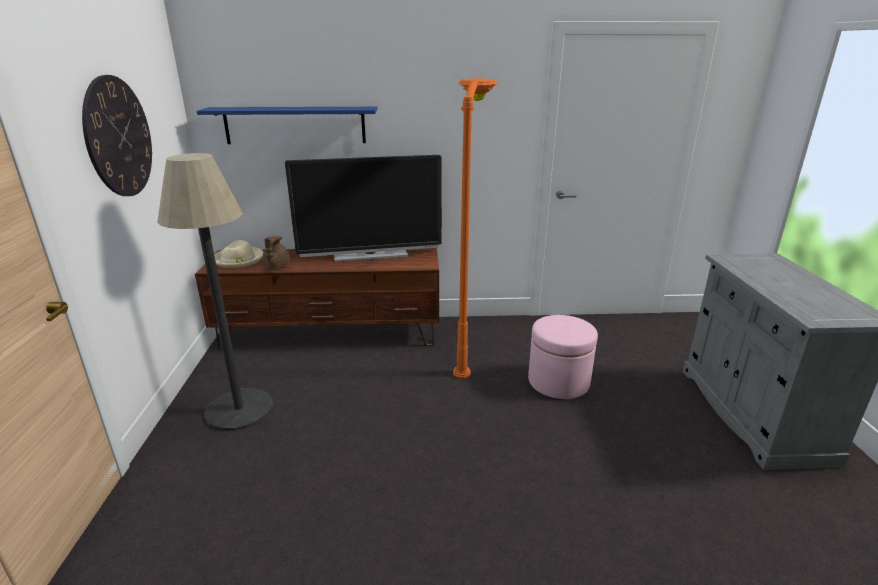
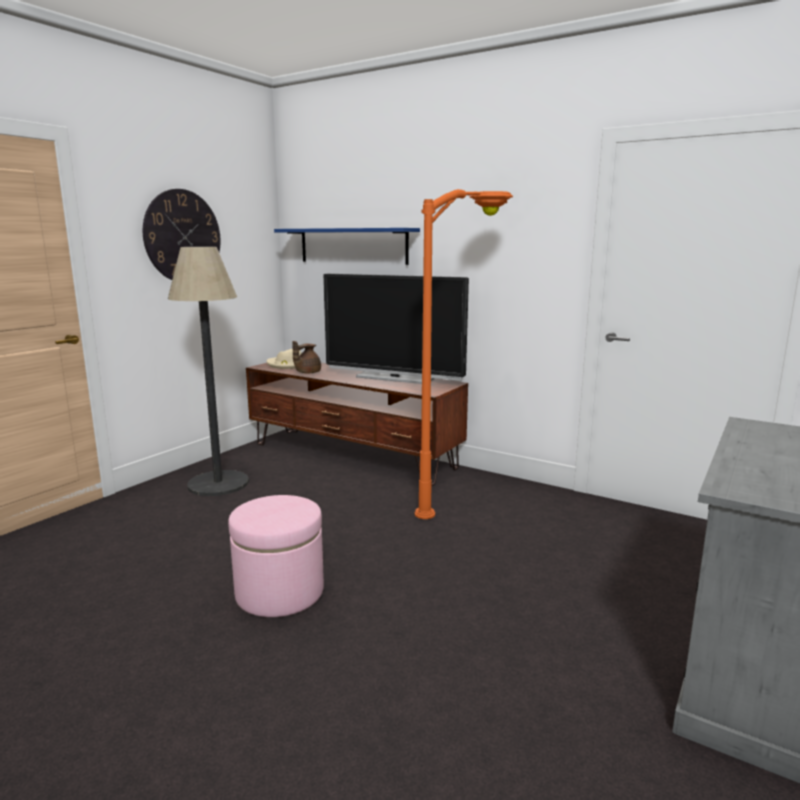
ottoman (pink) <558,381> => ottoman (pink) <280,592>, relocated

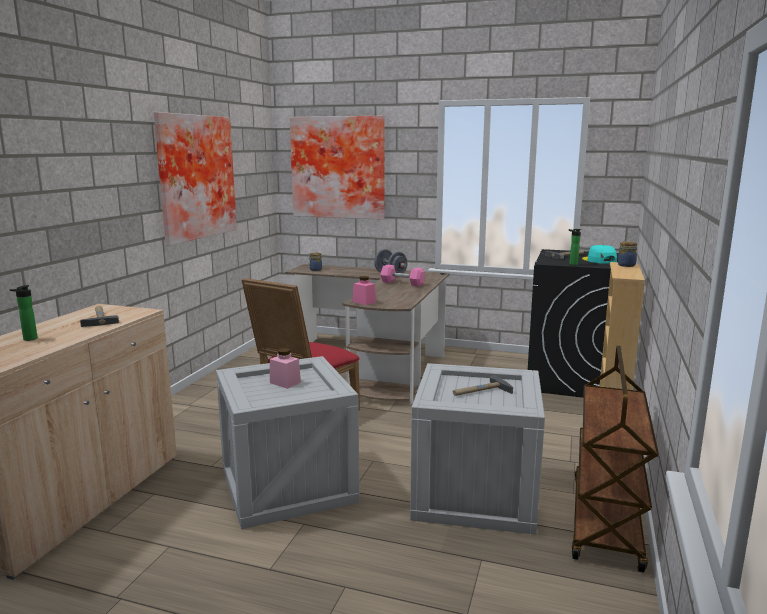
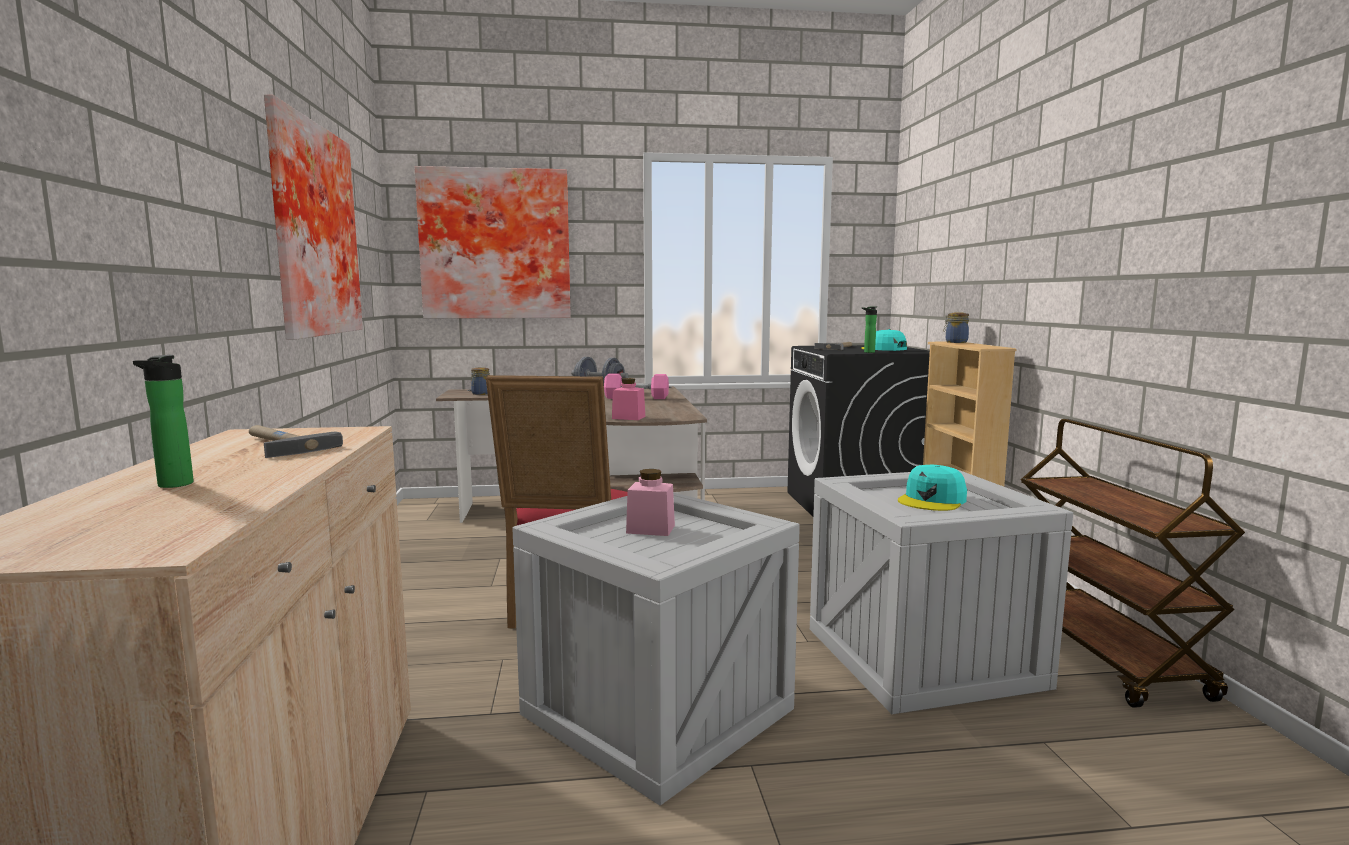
hammer <480,391> => cap (turquoise) <932,500>

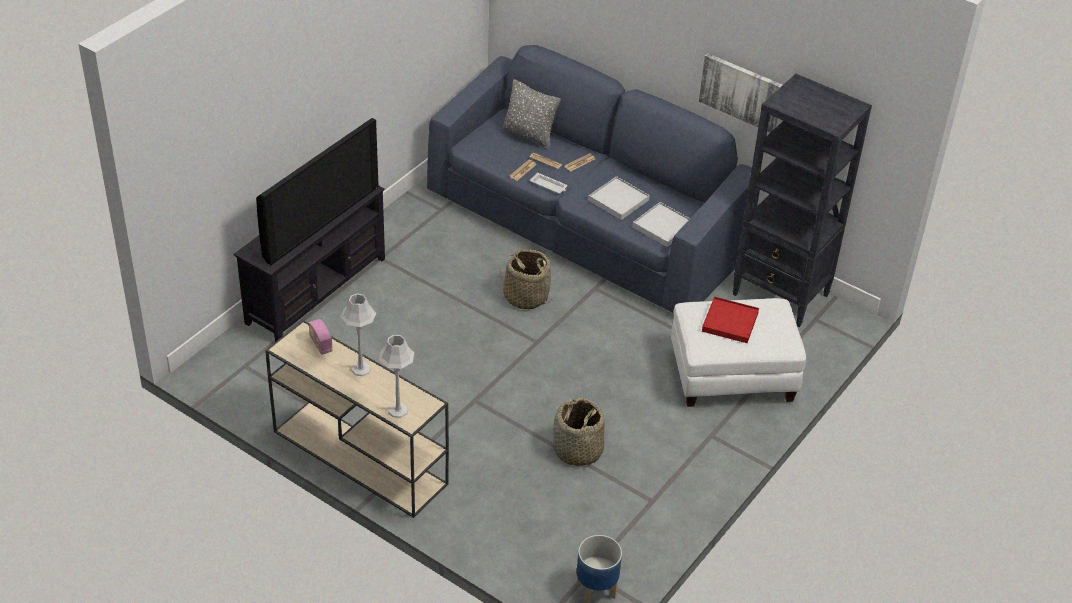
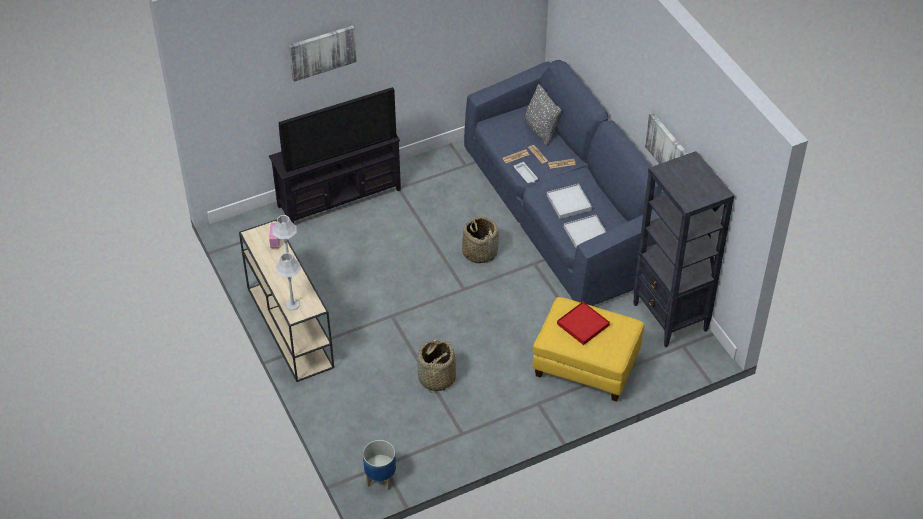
nothing => picture <322,52>
ottoman (white) <731,376> => ottoman (yellow) <585,365>

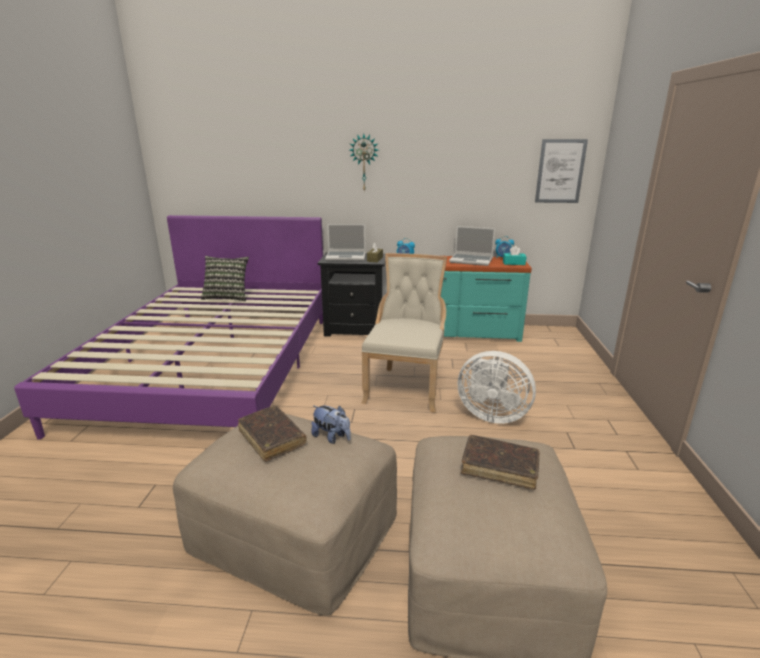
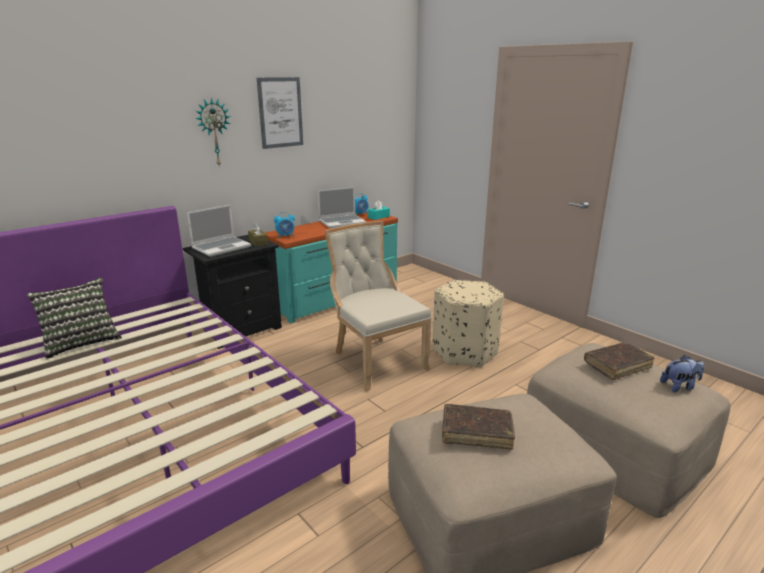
picture <560,171> => picture <280,112>, relocated
fan (white) <491,414> => ottoman (beige) <465,351>
plush toy <332,437> => plush toy <680,386>, relocated

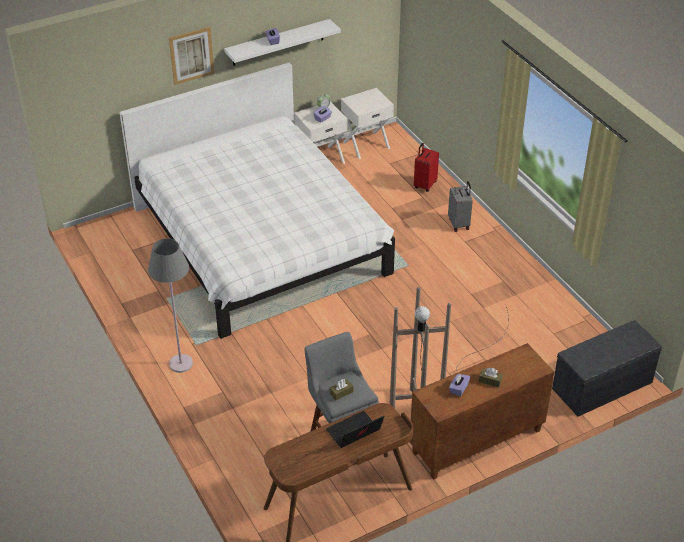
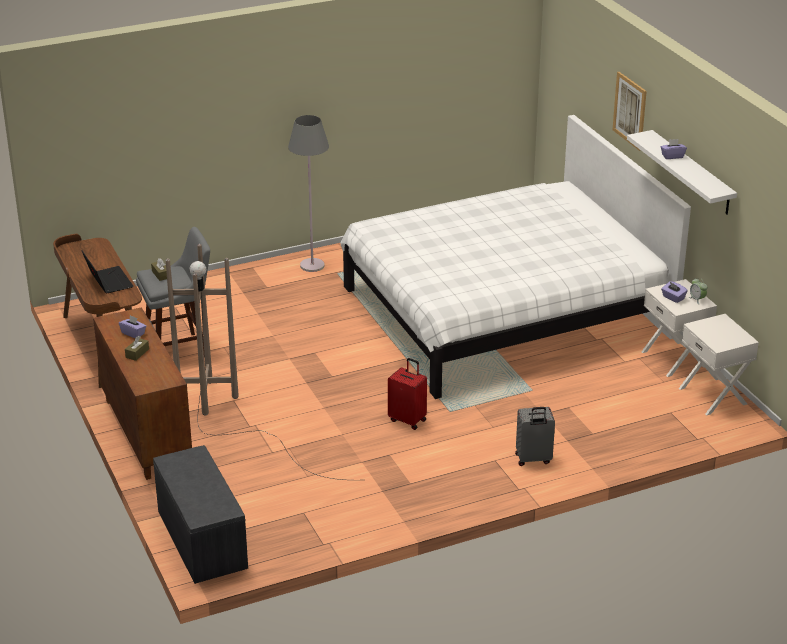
suitcase (red) <424,185> => suitcase (red) <408,420>, relocated

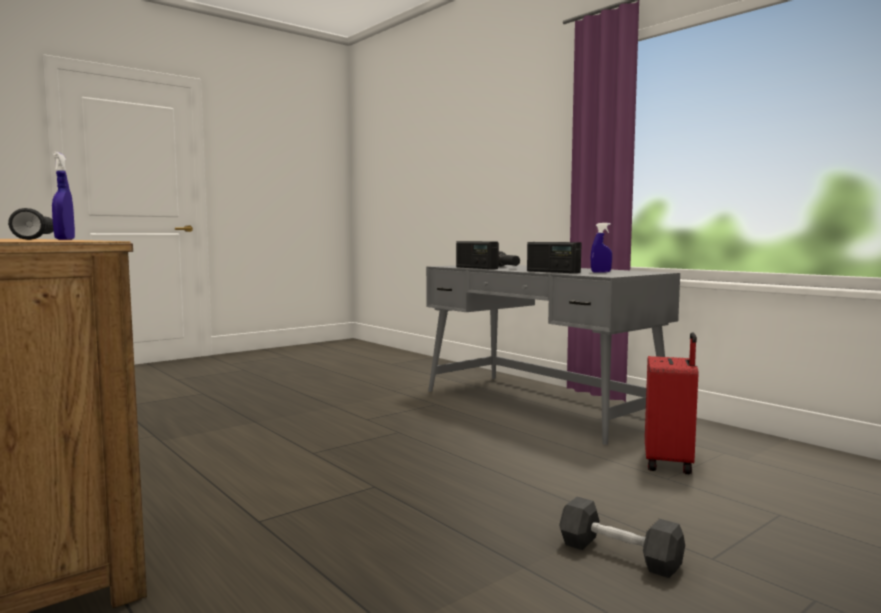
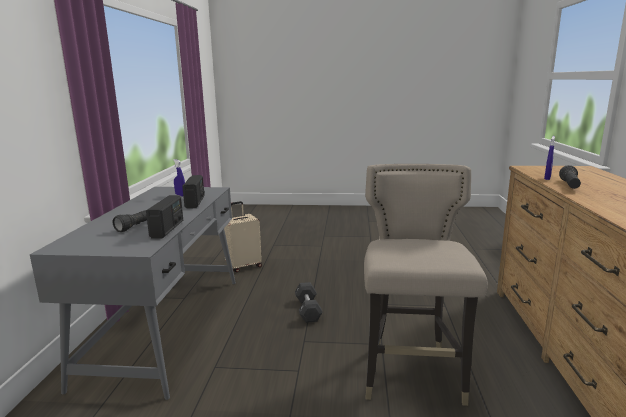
suitcase (red) <670,463> => suitcase (beige) <243,266>
dumbbell (black) <619,555> => dumbbell (black) <308,310>, relocated
nothing => stool (beige) <412,375>

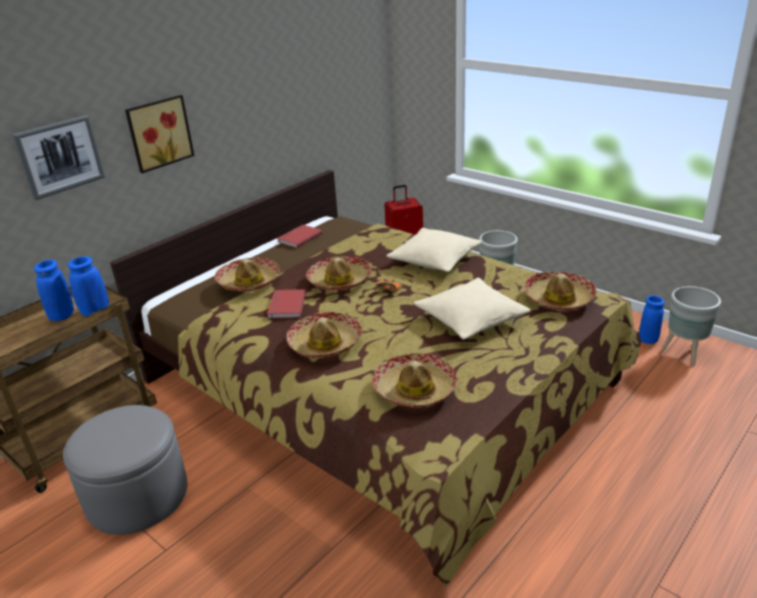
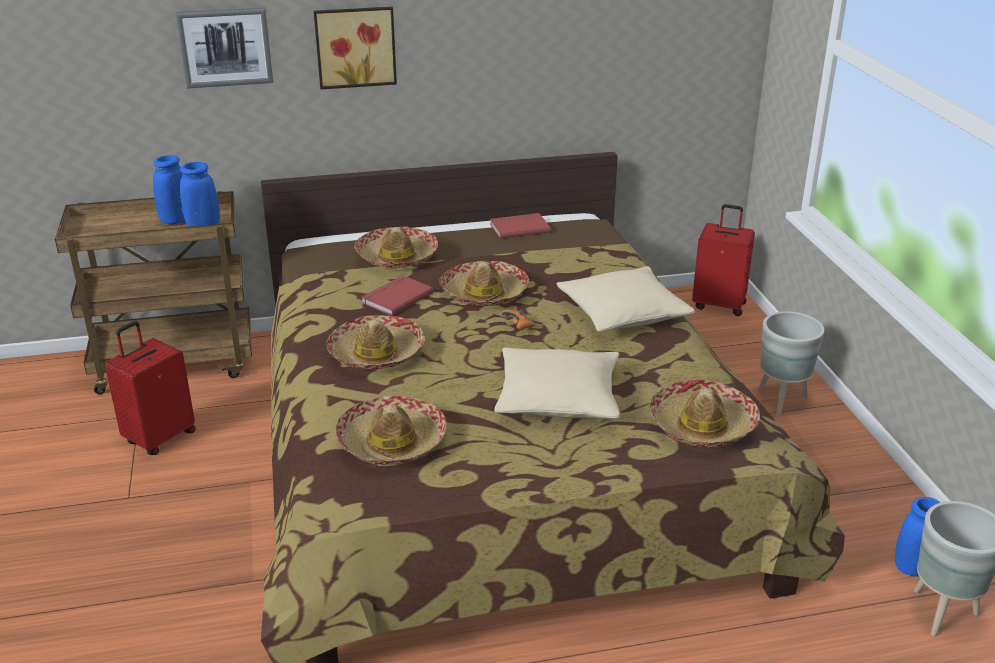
ottoman (grey) <137,495> => suitcase (red) <159,437>

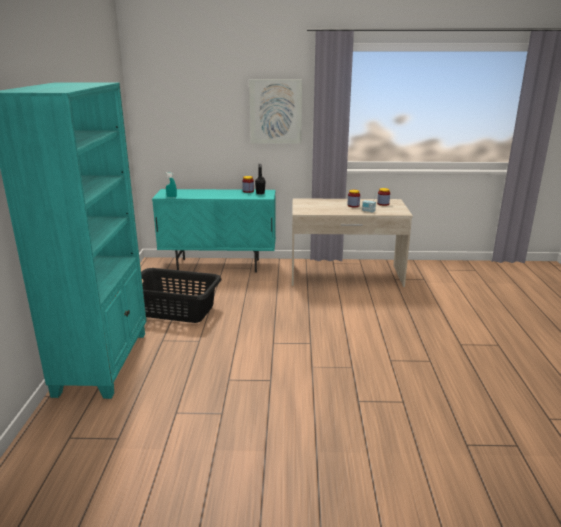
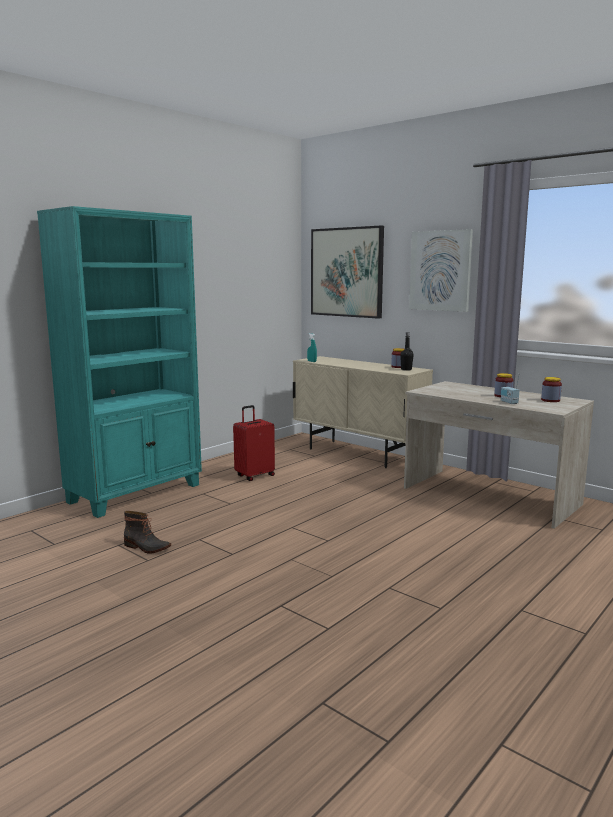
nothing => boot <146,547>
laundry basket (black) <175,310> => suitcase (red) <254,476>
cabinet (turquoise) <219,266> => cabinet (beige) <358,454>
nothing => picture <347,272>

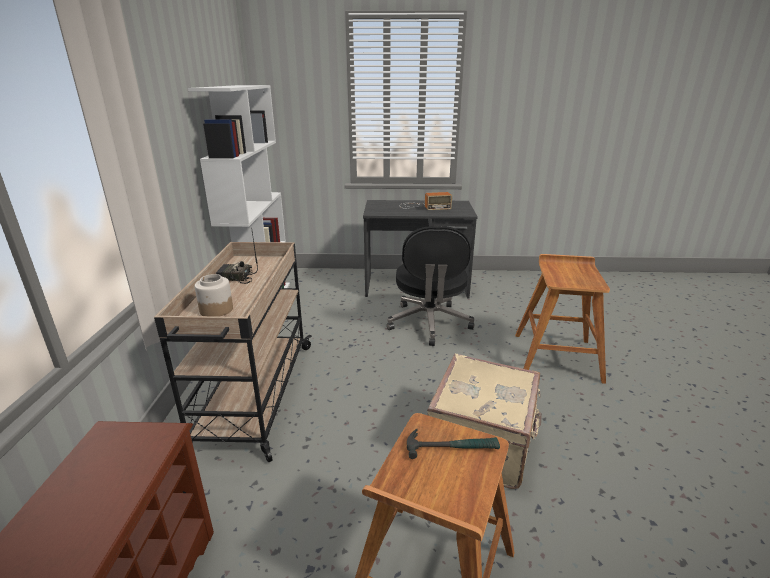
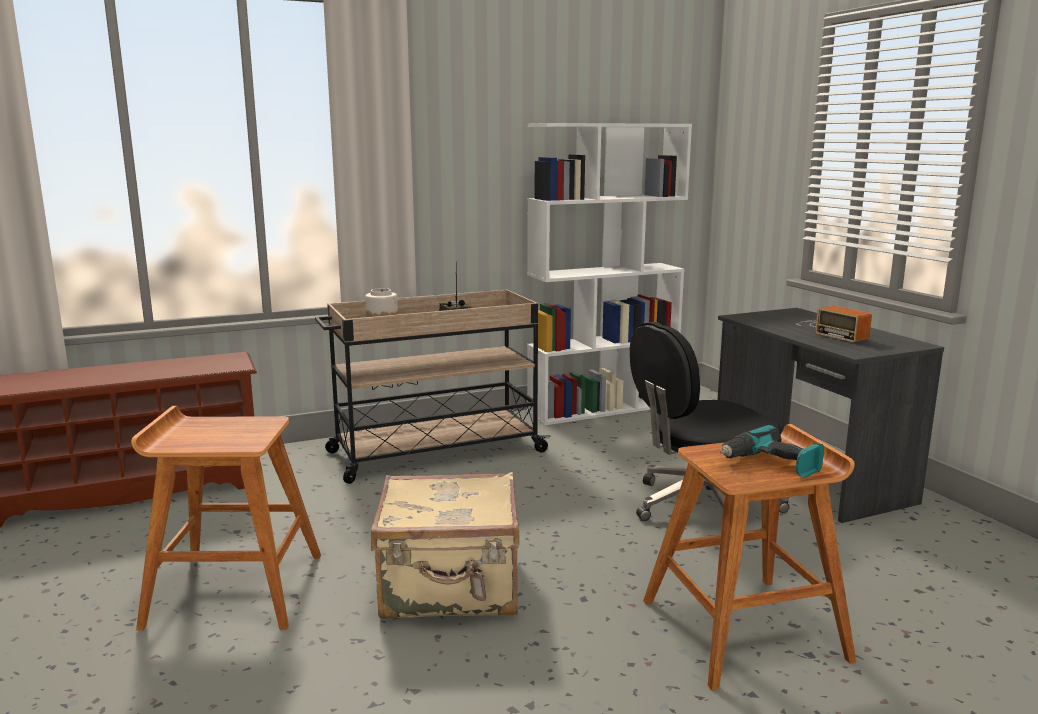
nothing => power drill <771,464>
hammer <451,447> => nothing

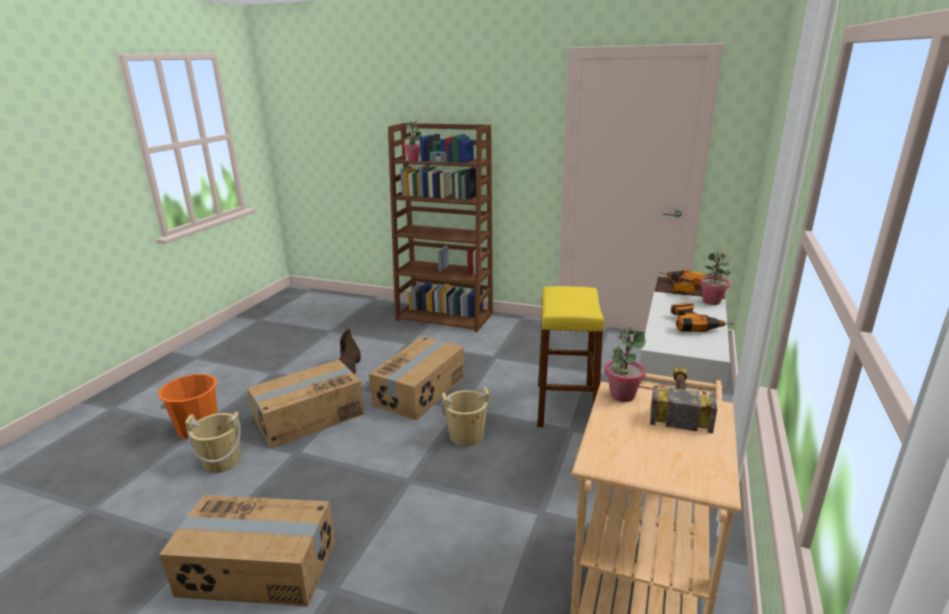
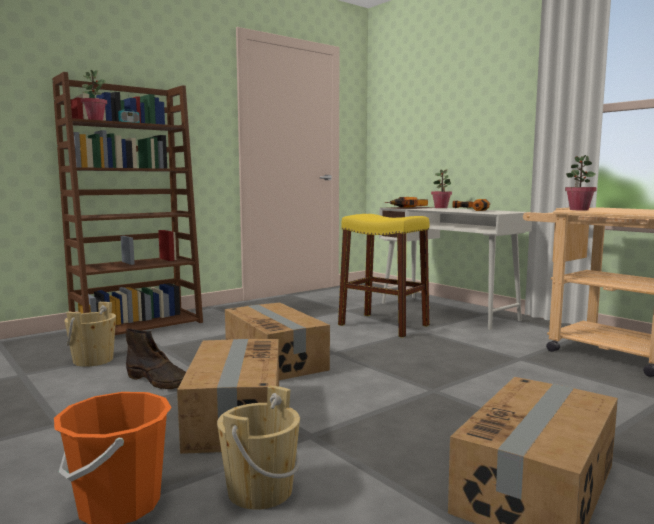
bucket (beige) <466,436> => bucket (beige) <93,360>, relocated
hammer <679,402> => nothing

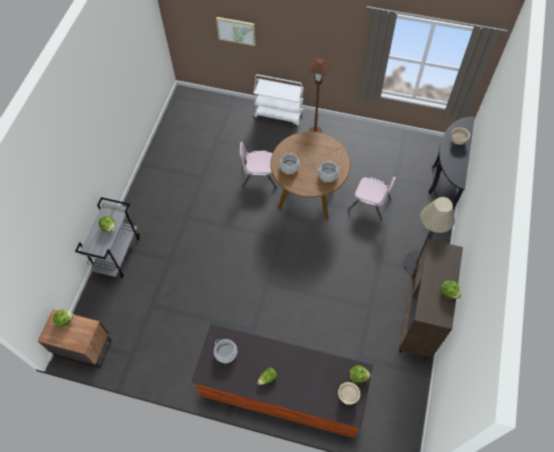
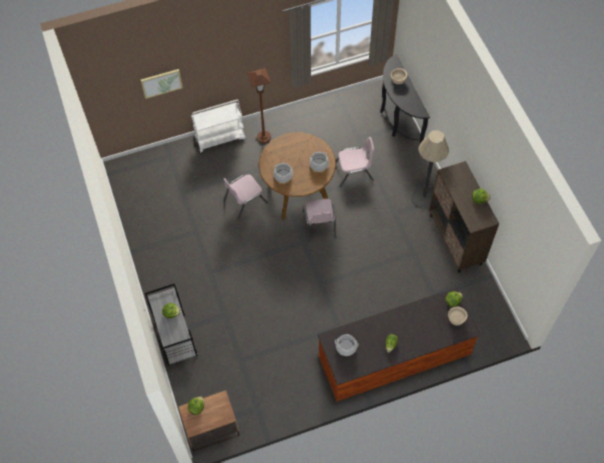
nothing => chair (pink) <319,224>

